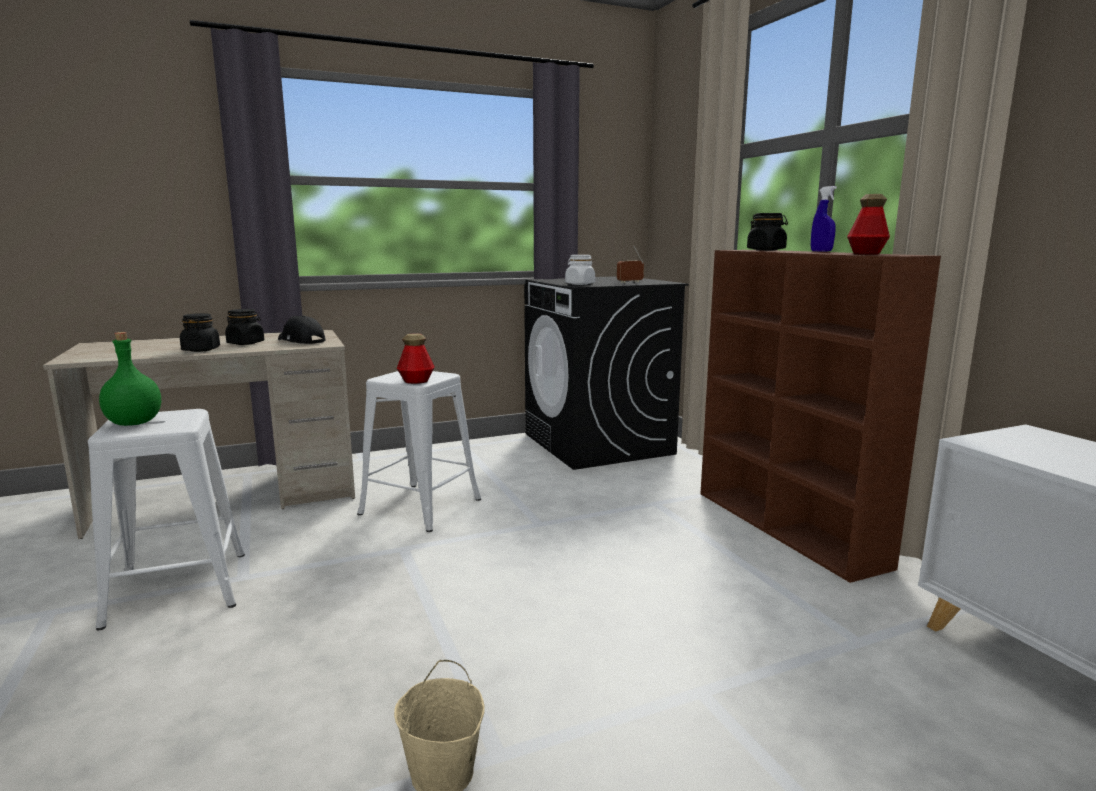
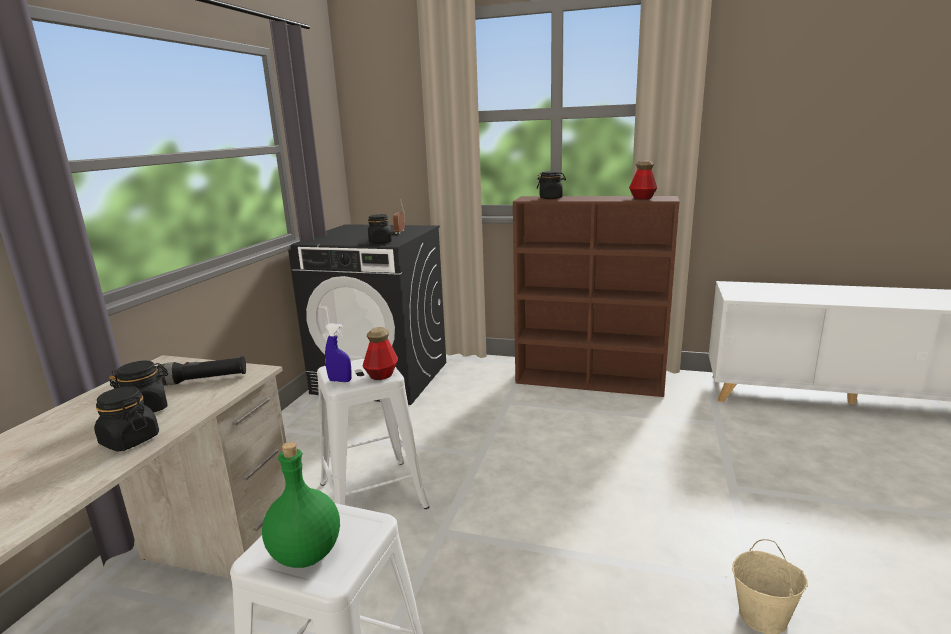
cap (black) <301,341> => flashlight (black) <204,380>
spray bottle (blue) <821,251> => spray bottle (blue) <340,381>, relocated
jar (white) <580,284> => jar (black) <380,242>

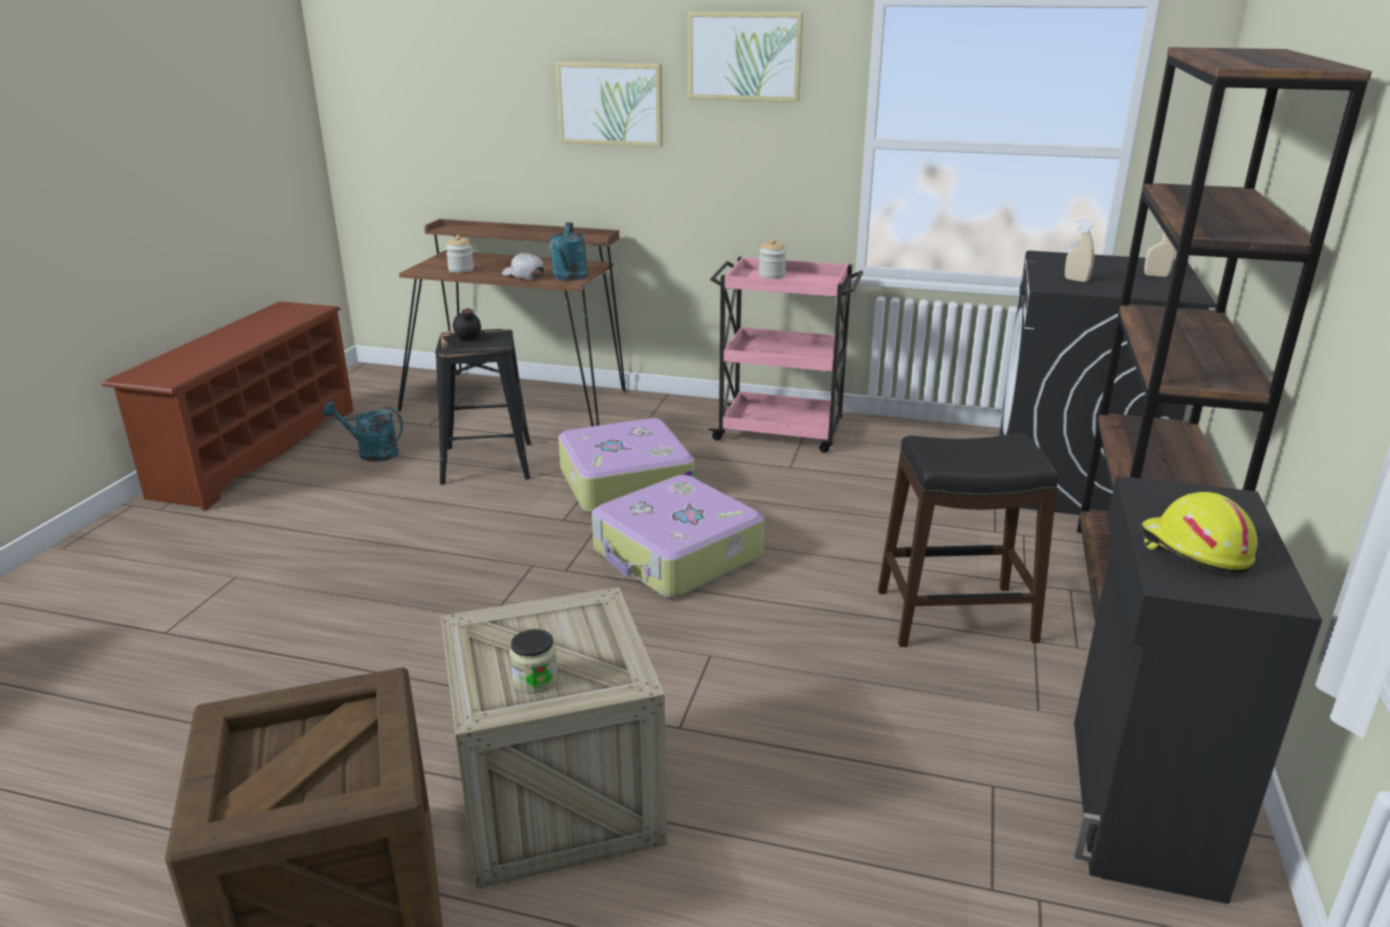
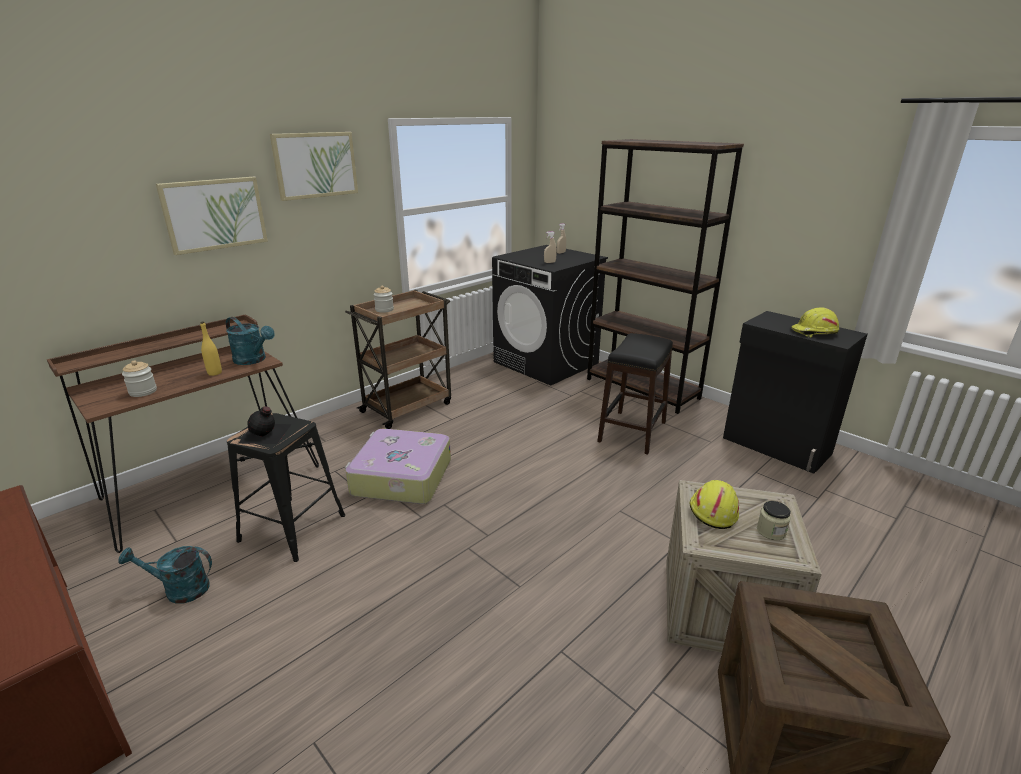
watering can (turquoise) <371,453> => watering can (turquoise) <179,589>, 45 degrees clockwise
cap (white) <524,275> => bottle (yellow) <215,373>
cart (pink) <781,432> => cart (brown) <408,407>
nothing => hard hat (yellow) <712,511>
suitcase <676,555> => nothing

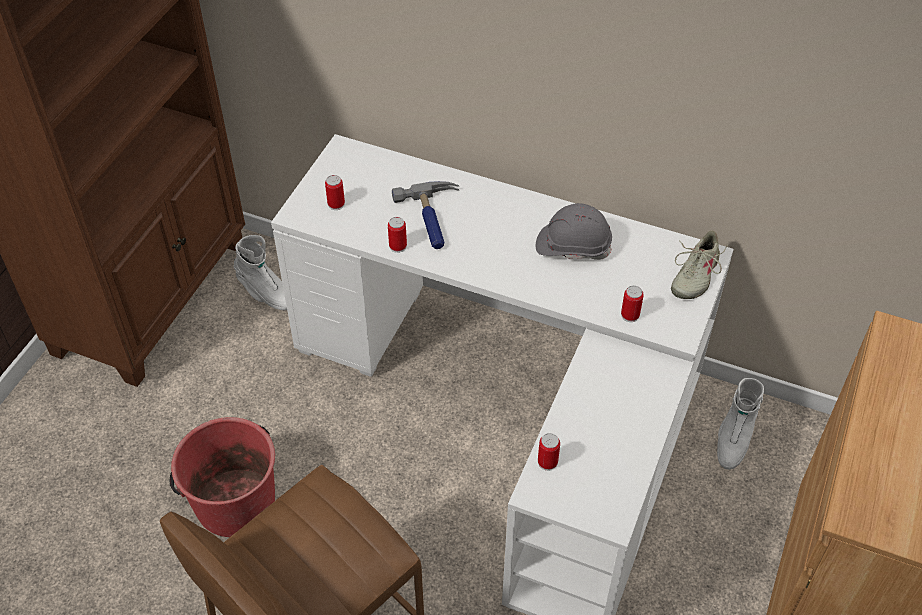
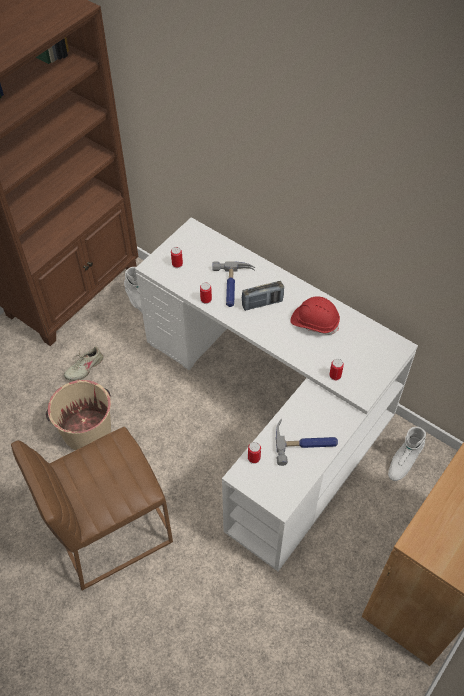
bucket (red) <234,502> => bucket (beige) <86,430>
shoe (beige) <694,275> => shoe (beige) <84,367>, relocated
nothing => radio <262,303>
nothing => hammer <305,443>
hard hat (grey) <573,246> => hard hat (red) <314,322>

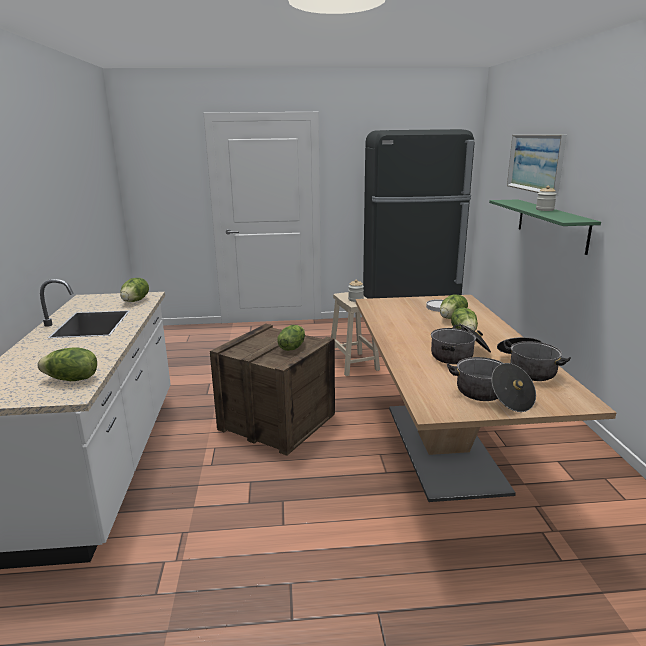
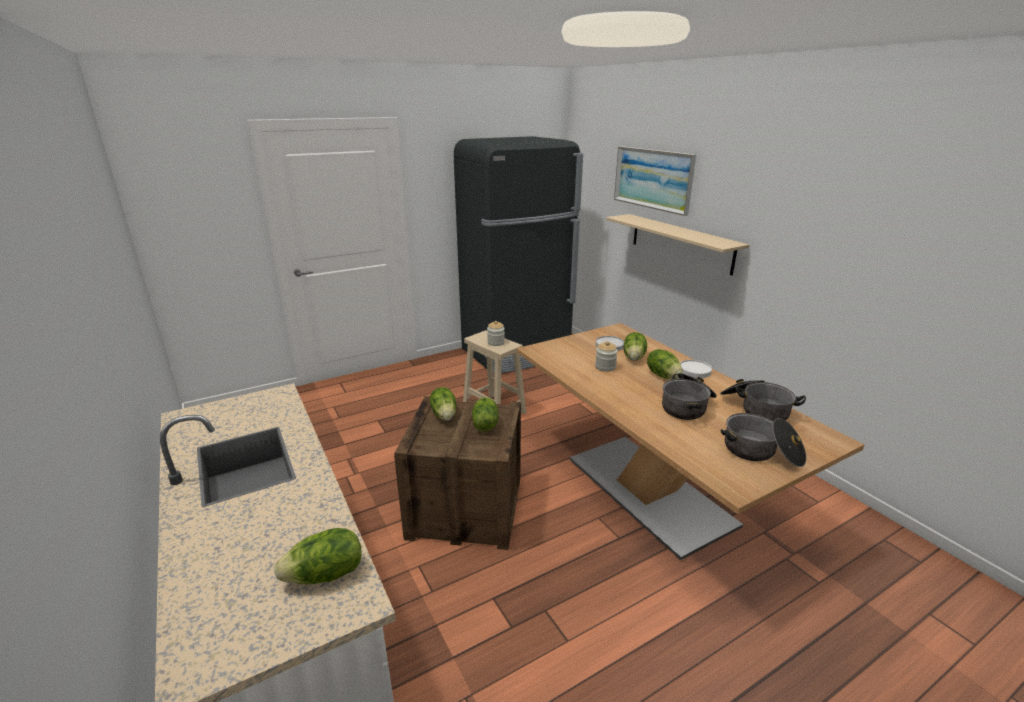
lettuce <136,301> => lettuce <445,415>, relocated
jar <544,210> => jar <605,367>, relocated
shelf (green) <551,224> => shelf (beige) <680,243>
nothing => plate (white) <695,370>

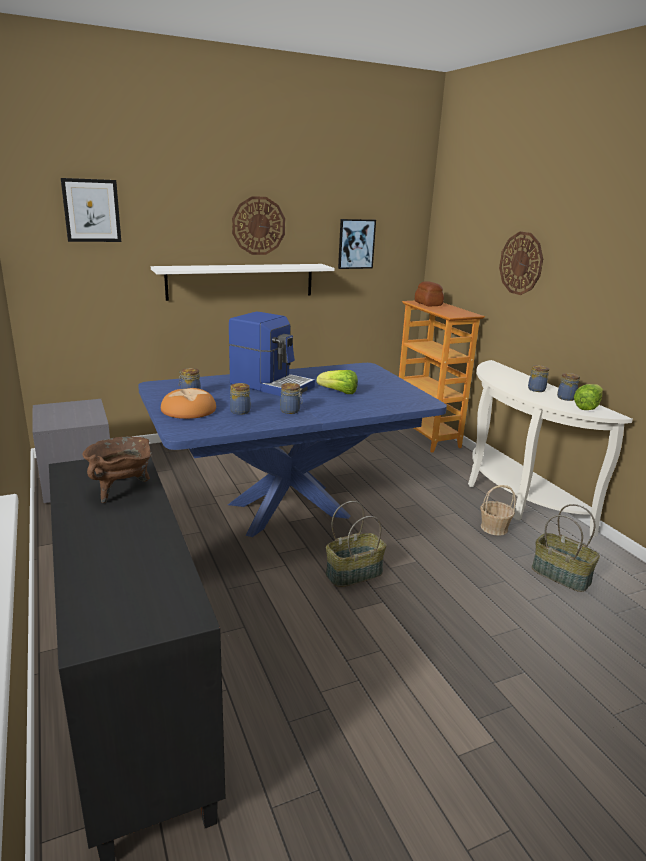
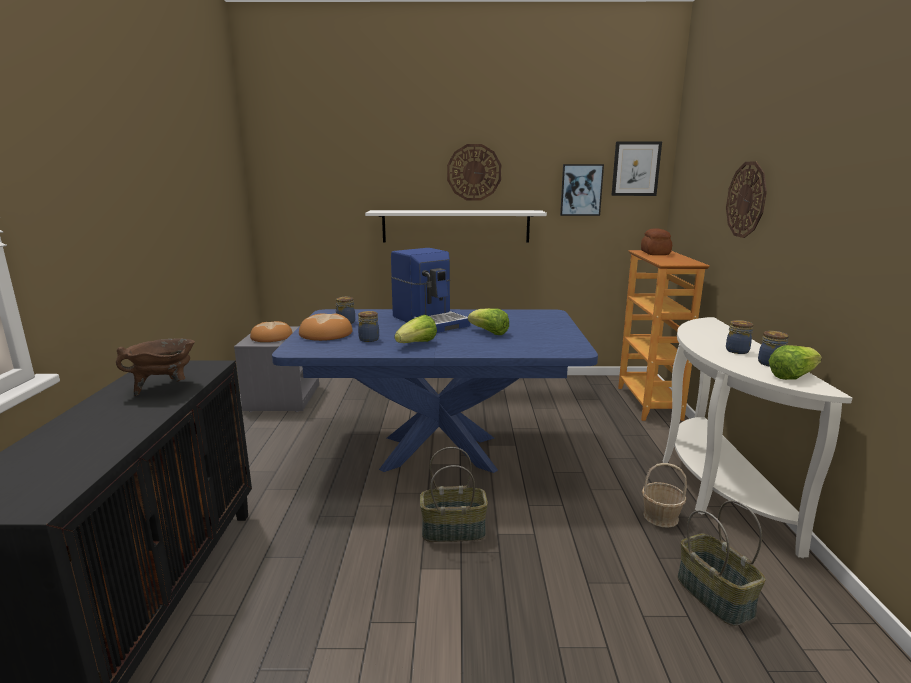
nothing => bread <272,337>
jar <291,411> => lettuce <417,344>
picture <91,210> => picture <636,169>, relocated

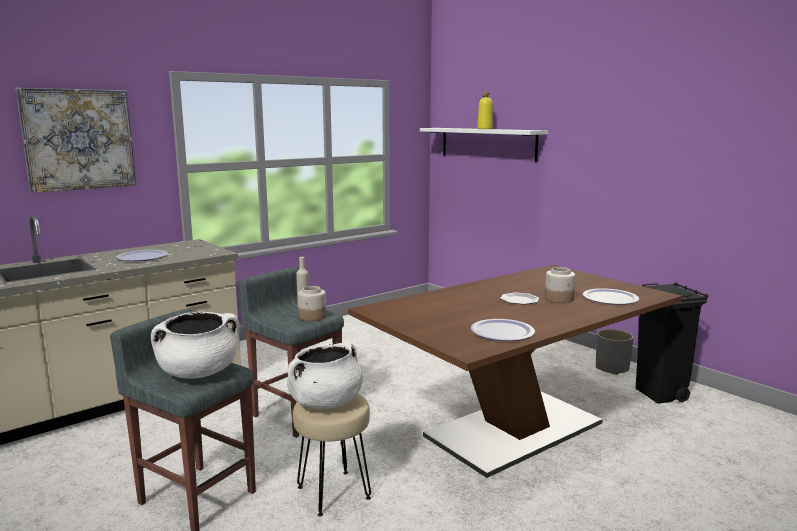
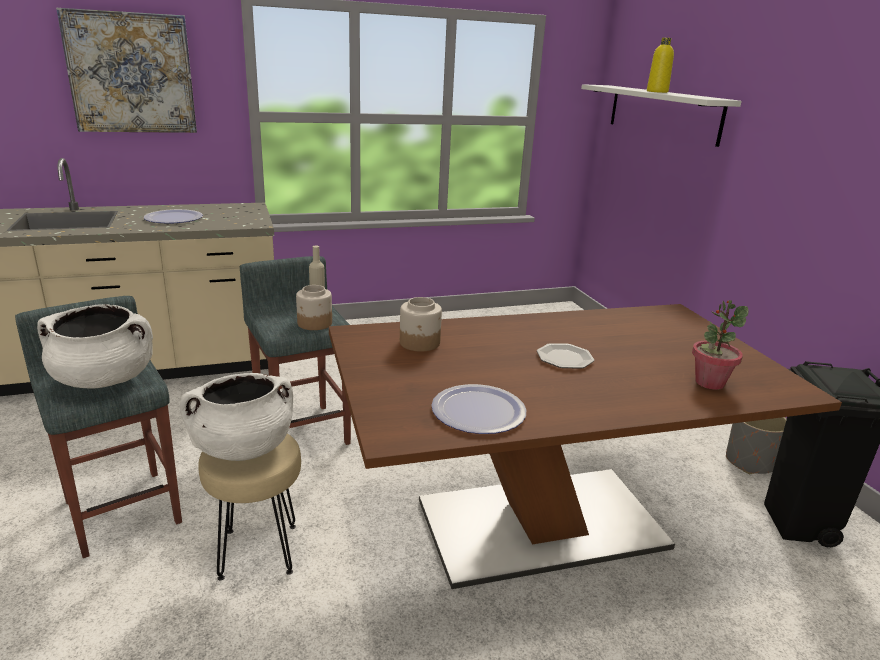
jar <559,299> => jar <420,343>, relocated
plate <610,298> => potted plant <709,382>

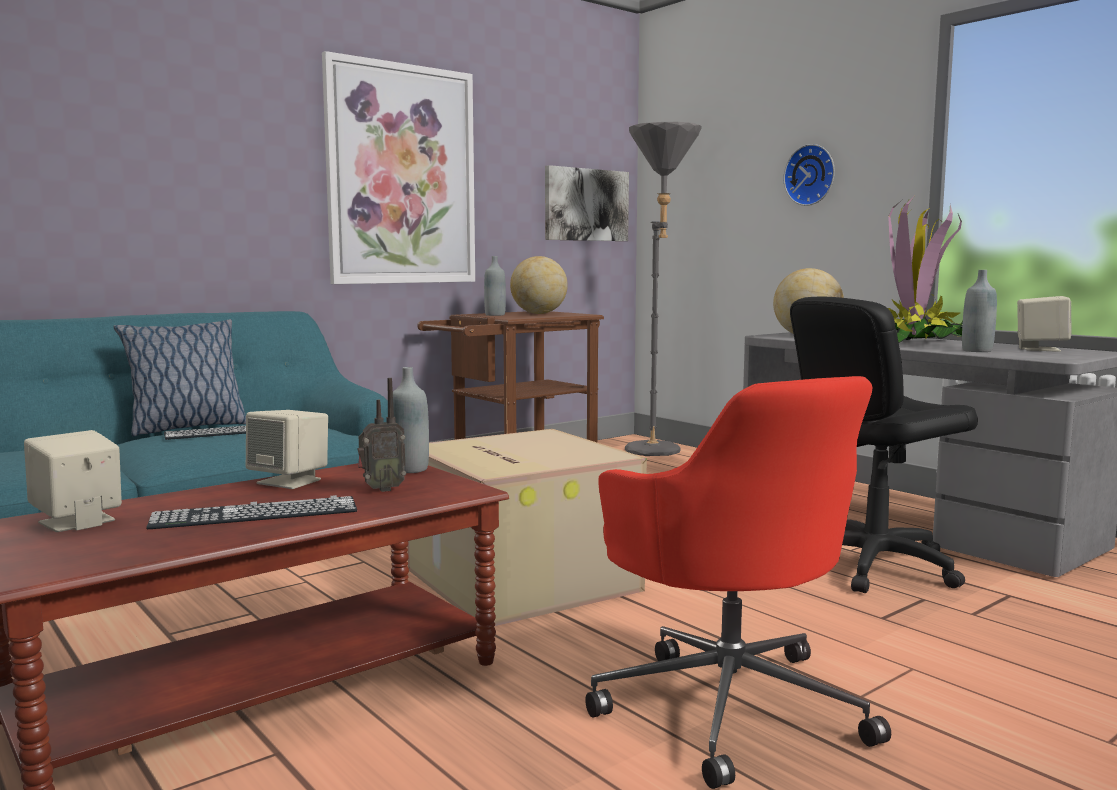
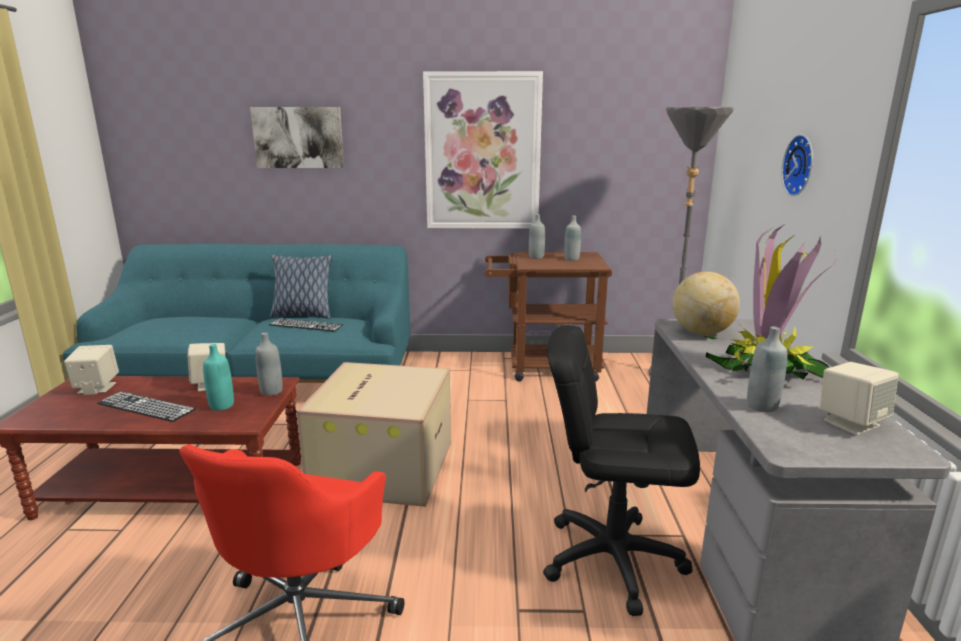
radio <381,489> => bottle (turquoise) <222,406>
picture <586,205> => picture <298,137>, relocated
globe <538,313> => bottle (grey) <571,259>

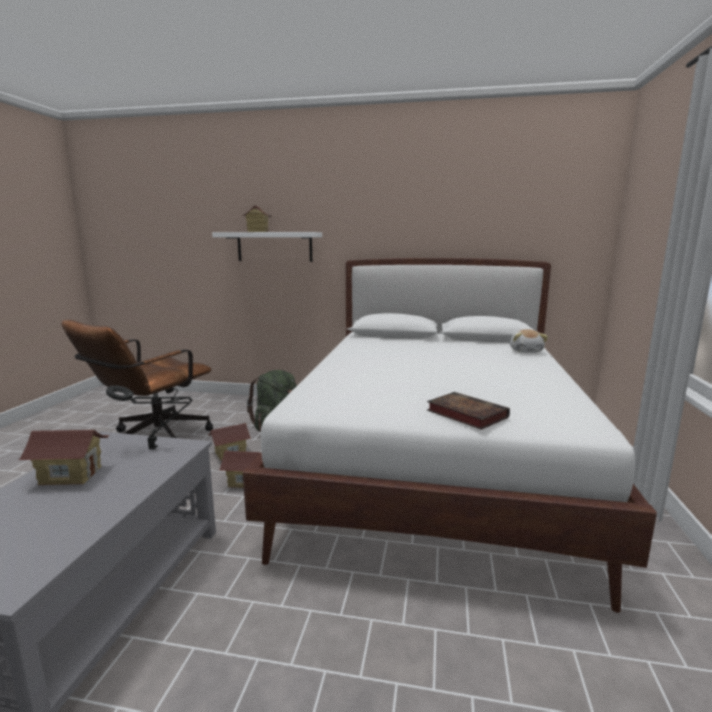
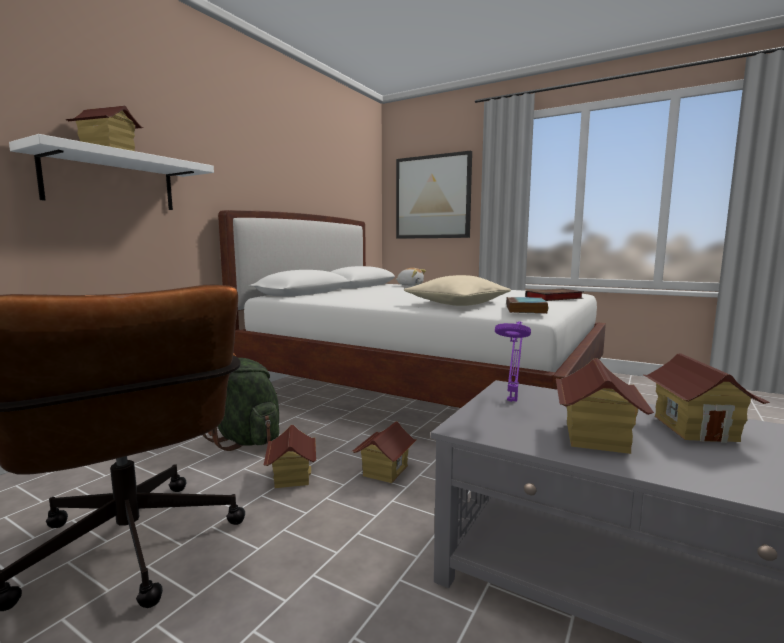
nothing => picture <433,197>
nothing => pillow (beige) <457,304>
table lamp (black) <156,448> => table lamp (purple) <512,400>
nothing => book <526,310>
nothing => toy house <695,429>

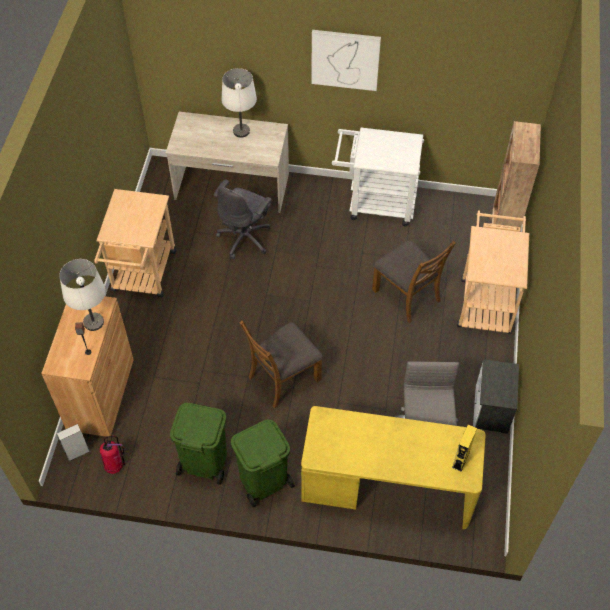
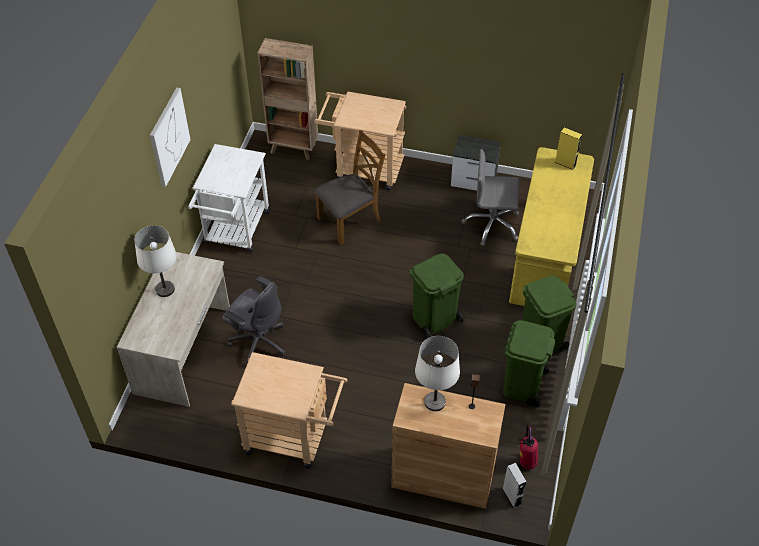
chair (brown) <283,378> => trash can (green) <434,319>

